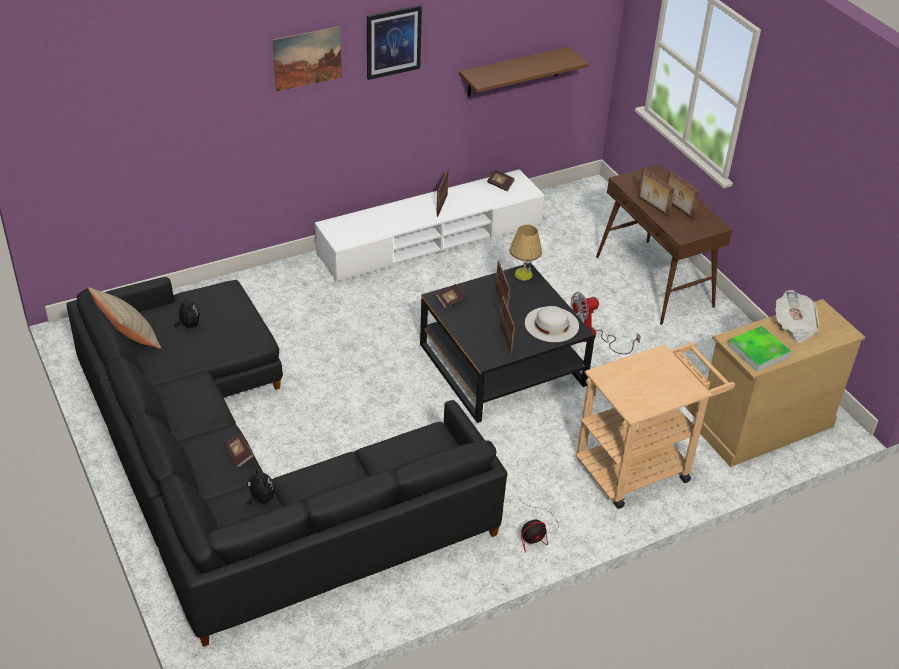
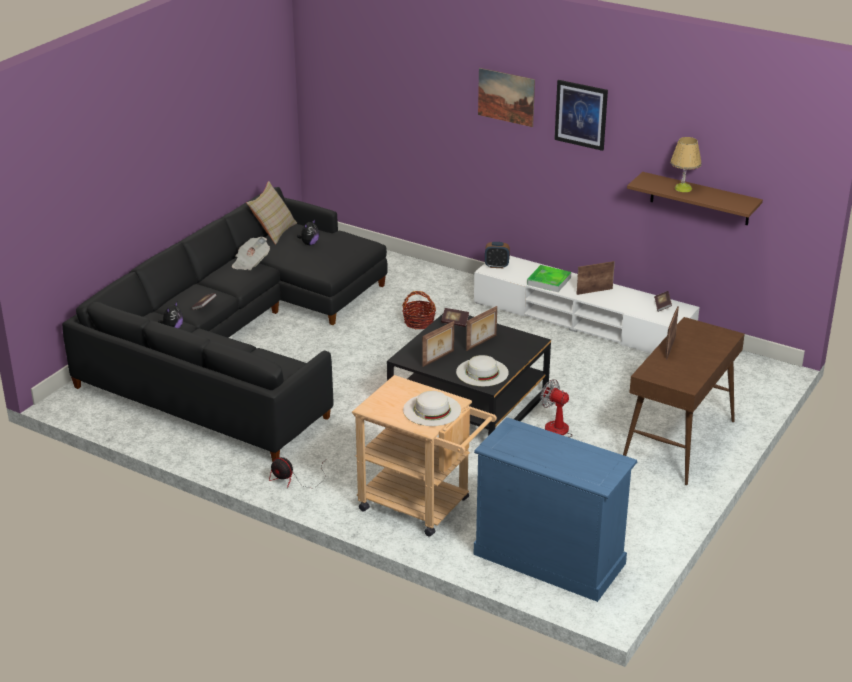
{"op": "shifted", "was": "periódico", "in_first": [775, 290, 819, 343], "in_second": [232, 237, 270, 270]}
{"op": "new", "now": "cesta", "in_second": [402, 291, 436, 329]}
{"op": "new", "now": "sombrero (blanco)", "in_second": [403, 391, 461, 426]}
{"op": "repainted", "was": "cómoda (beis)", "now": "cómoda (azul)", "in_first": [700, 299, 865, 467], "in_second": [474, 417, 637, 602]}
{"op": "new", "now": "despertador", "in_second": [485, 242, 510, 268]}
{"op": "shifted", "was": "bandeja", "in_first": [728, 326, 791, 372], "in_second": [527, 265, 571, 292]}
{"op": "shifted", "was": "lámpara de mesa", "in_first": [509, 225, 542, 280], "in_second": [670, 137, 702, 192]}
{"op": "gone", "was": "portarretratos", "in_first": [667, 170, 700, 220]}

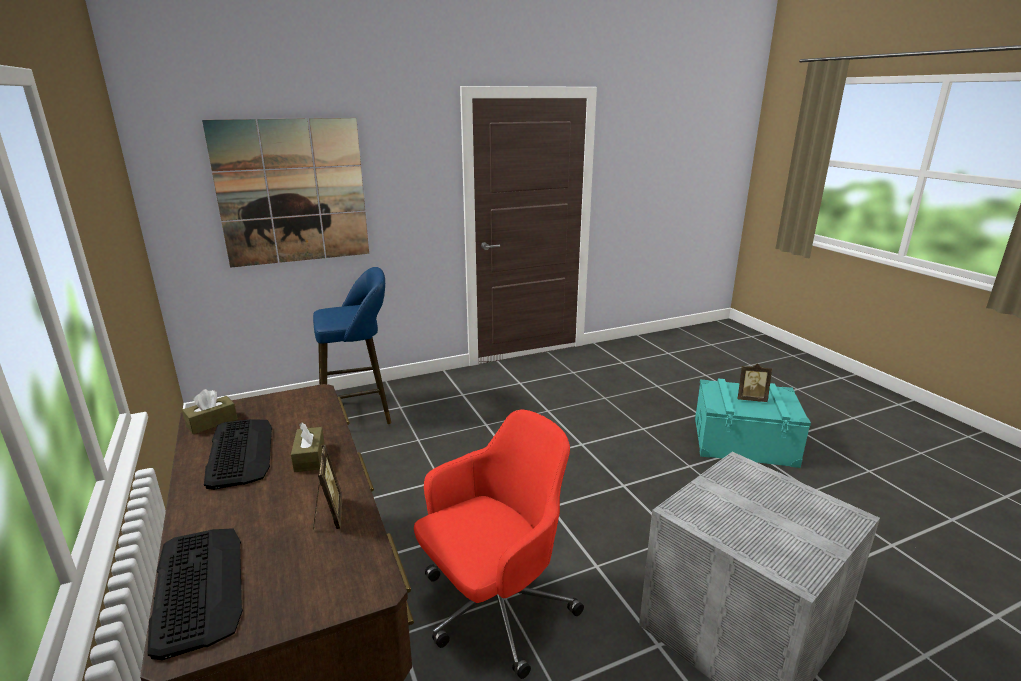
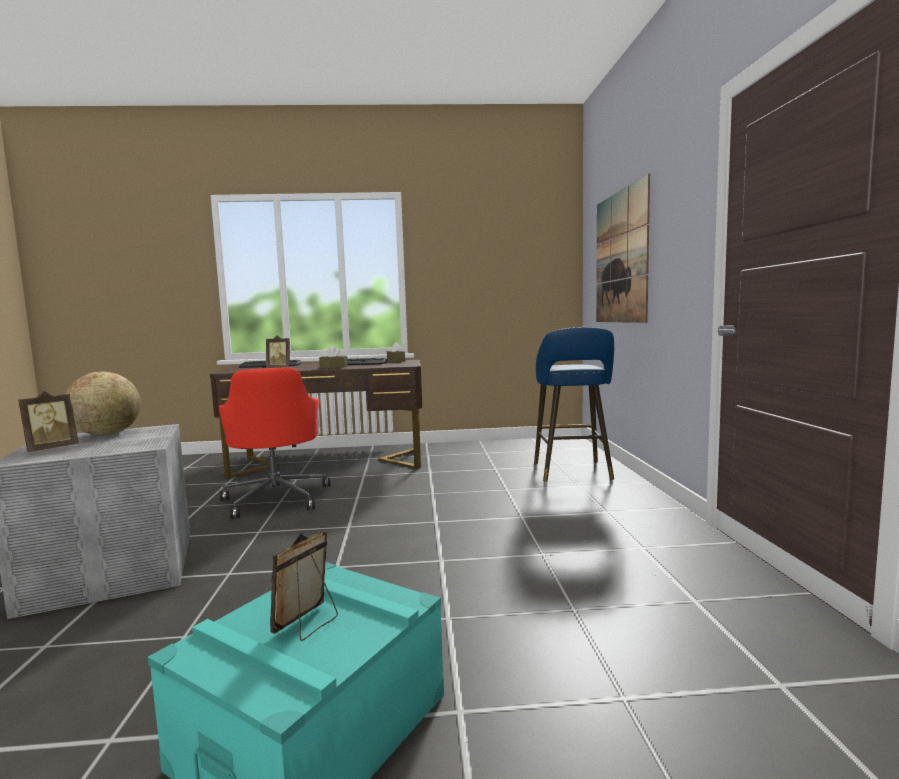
{"op": "new", "now": "portarretratos", "in_second": [18, 391, 78, 452]}
{"op": "new", "now": "globo terráqueo", "in_second": [66, 371, 141, 436]}

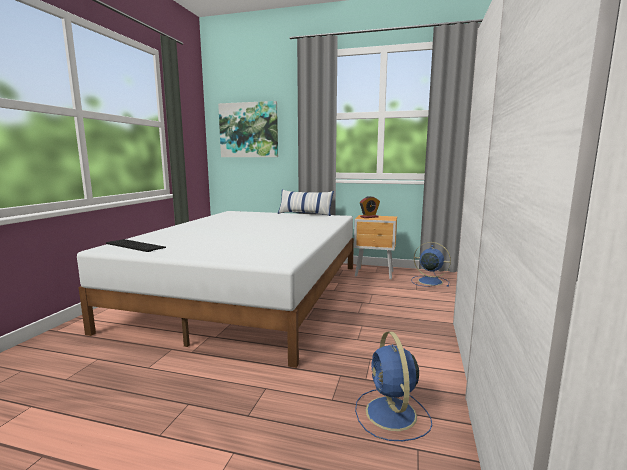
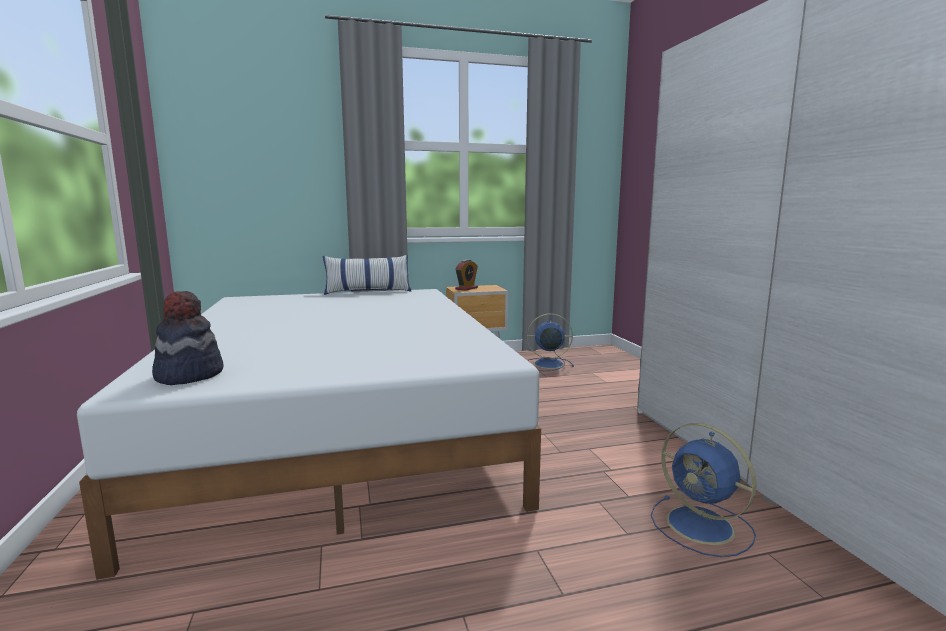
{"op": "swapped", "was": "teclado", "now": "sombrero", "in_first": [106, 239, 166, 252], "in_second": [152, 291, 224, 385]}
{"op": "gone", "was": "cuadro", "in_first": [218, 101, 278, 157]}

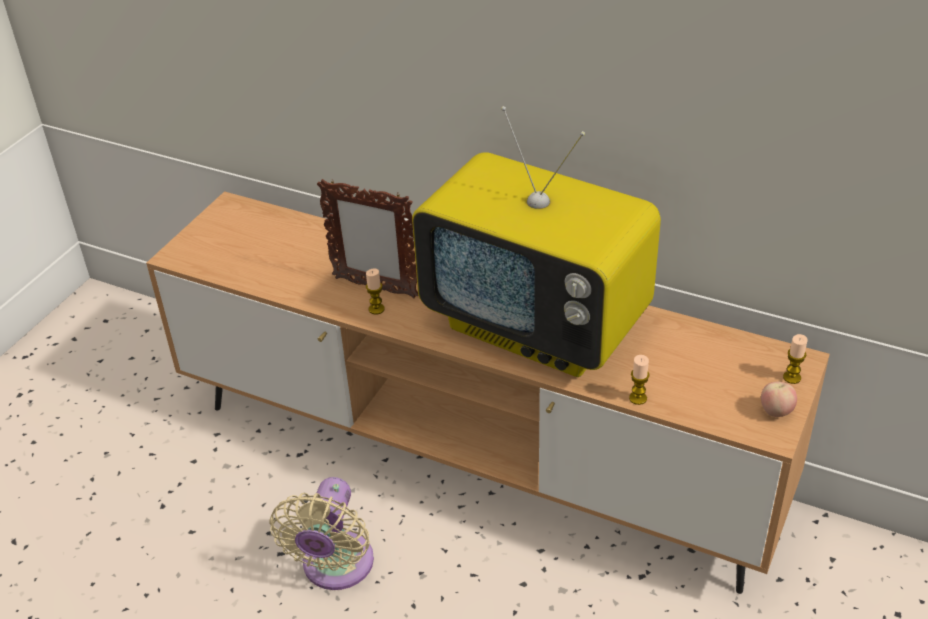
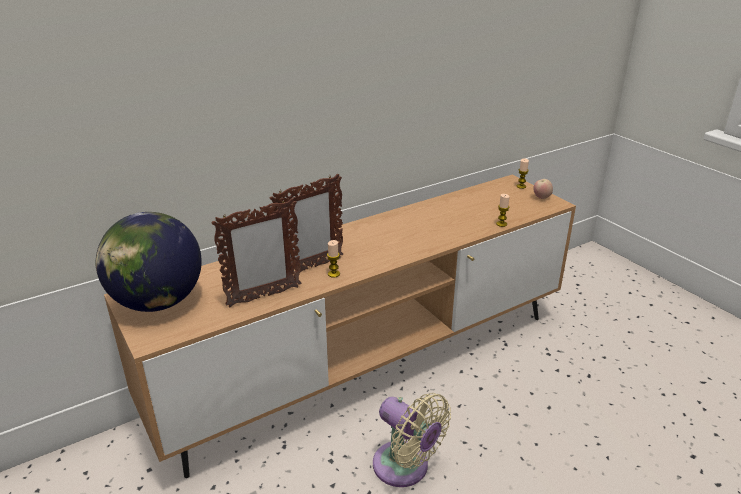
{"op": "new", "now": "globo terráqueo", "in_second": [95, 212, 202, 312]}
{"op": "new", "now": "portarretratos", "in_second": [211, 198, 302, 307]}
{"op": "gone", "was": "televisor", "in_first": [412, 106, 661, 377]}

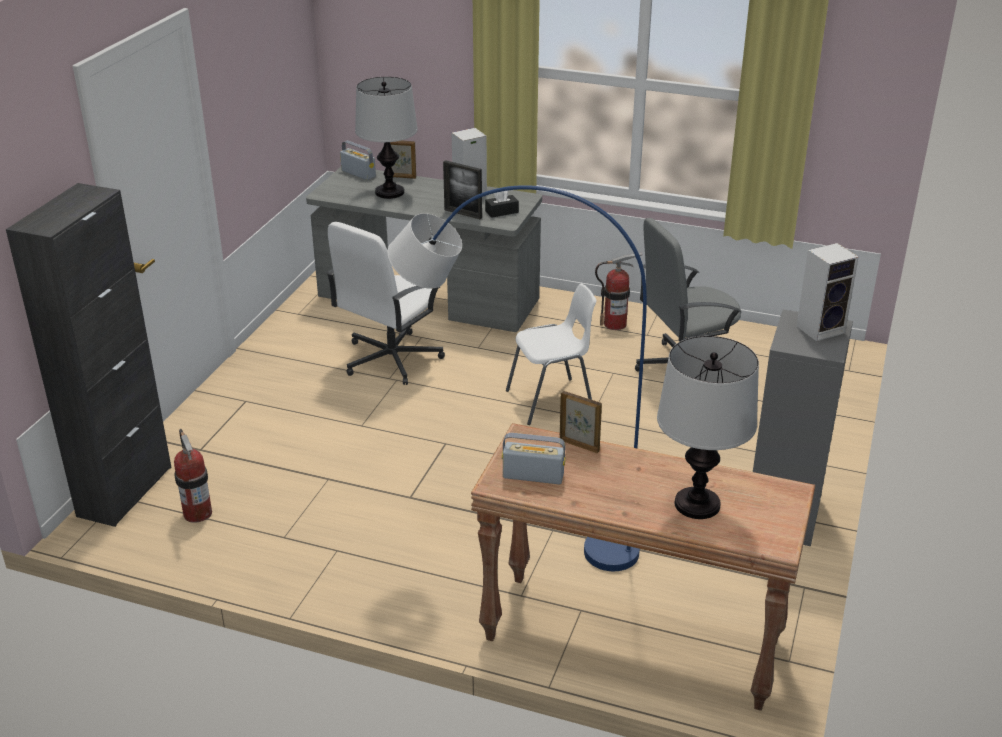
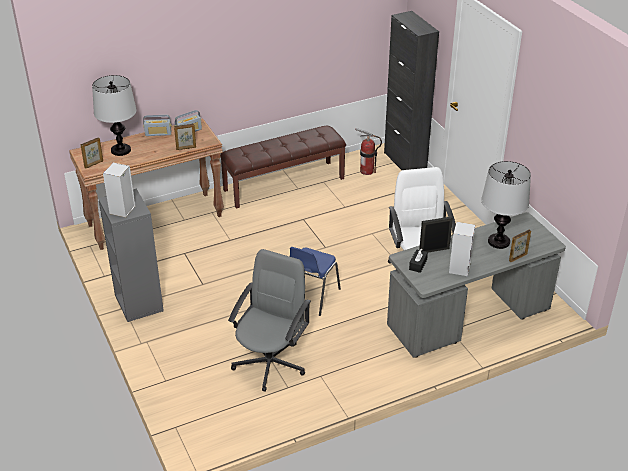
{"op": "new", "now": "portarretratos", "in_second": [81, 137, 103, 168]}
{"op": "shifted", "was": "radio", "in_first": [340, 141, 376, 180], "in_second": [143, 115, 171, 136]}
{"op": "new", "now": "banco (marrón)", "in_second": [220, 126, 346, 209]}
{"op": "repainted", "was": "silla (blanco)", "now": "silla (azul)", "in_first": [506, 284, 596, 425], "in_second": [290, 247, 341, 316]}
{"op": "gone", "was": "lámpara de pie (azul)", "in_first": [387, 185, 647, 571]}
{"op": "gone", "was": "extintor", "in_first": [595, 253, 642, 330]}

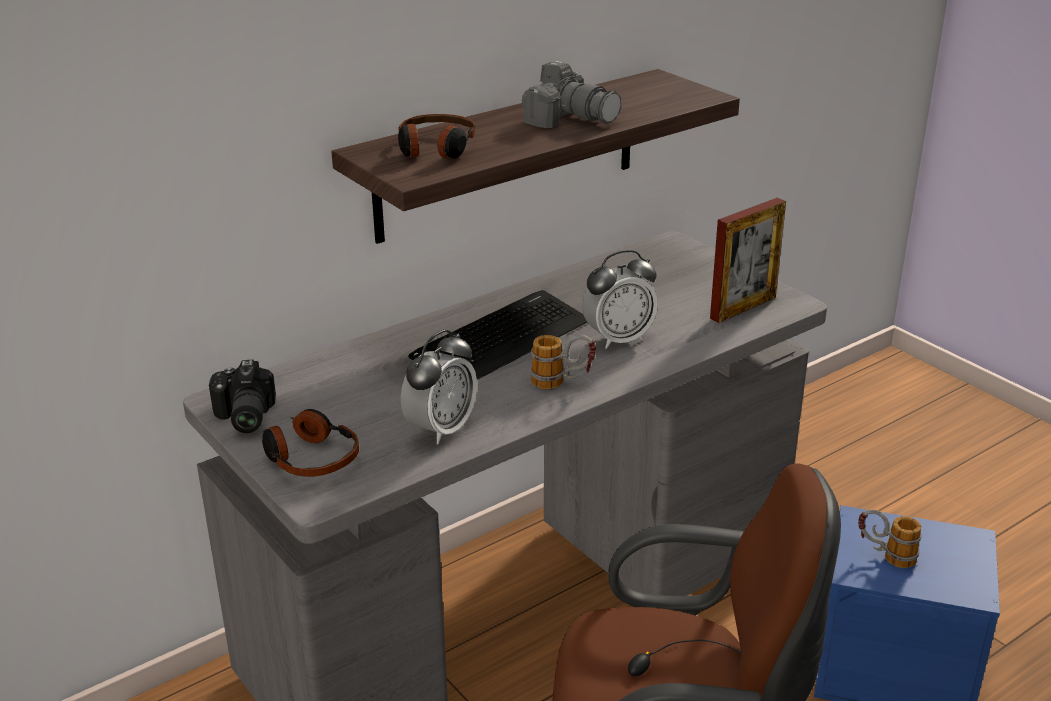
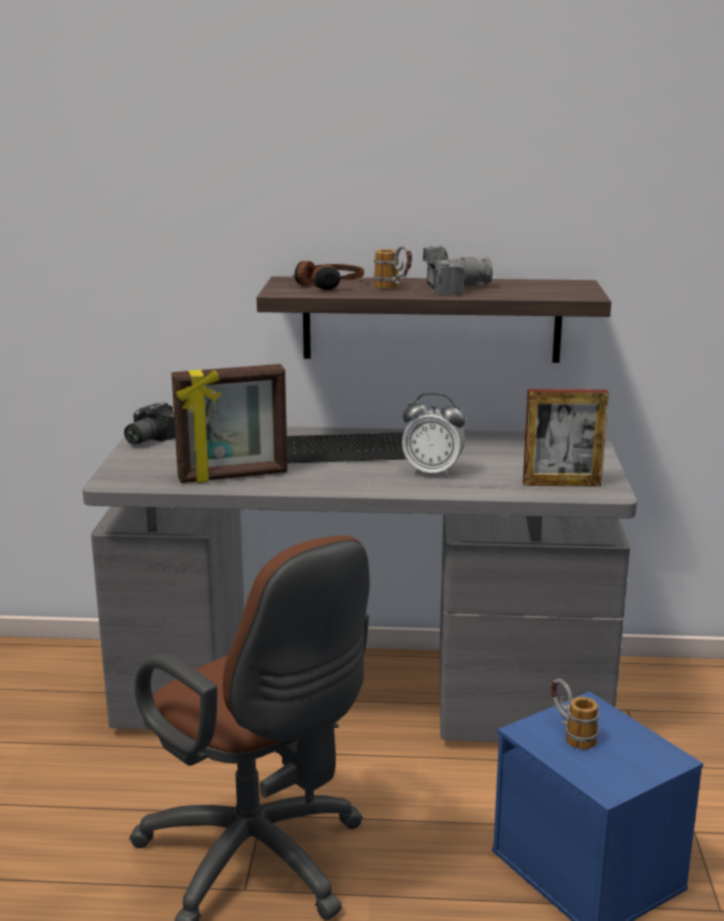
{"op": "swapped", "was": "despertador", "now": "portarretratos", "in_first": [401, 329, 477, 444], "in_second": [171, 364, 288, 483]}
{"op": "shifted", "was": "taza grande", "in_first": [530, 335, 596, 389], "in_second": [373, 245, 412, 289]}
{"op": "rotated", "was": "cámara", "in_first": [522, 61, 621, 128], "in_second": [423, 245, 493, 296], "clockwise": -90}
{"op": "gone", "was": "auriculares", "in_first": [262, 409, 359, 477]}

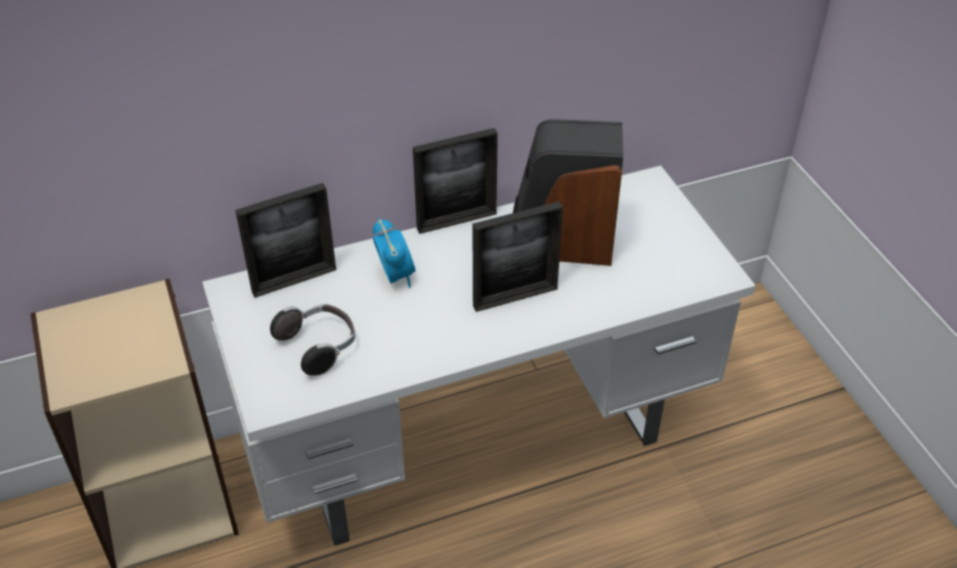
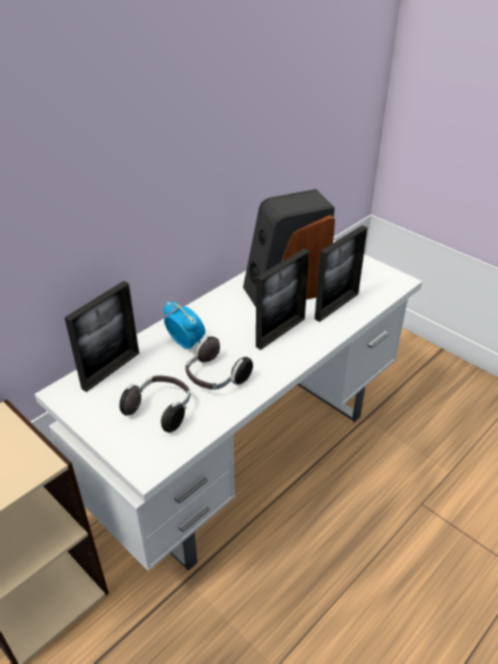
{"op": "new", "now": "auriculares", "in_second": [185, 336, 253, 390]}
{"op": "shifted", "was": "portarretratos", "in_first": [413, 128, 498, 234], "in_second": [315, 225, 368, 322]}

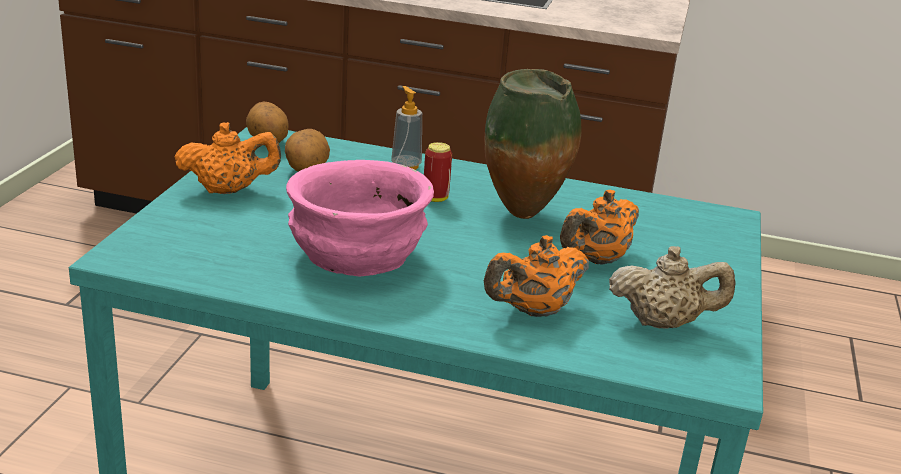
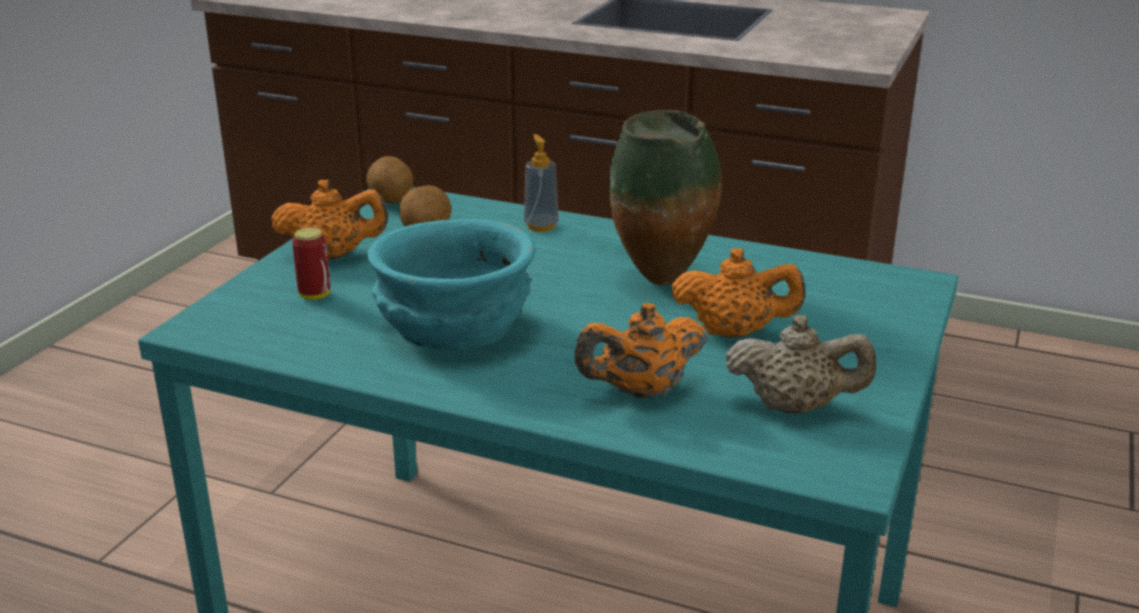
{"op": "shifted", "was": "lata", "in_first": [424, 142, 452, 202], "in_second": [292, 227, 331, 300]}
{"op": "repainted", "was": "cuenco (rosa)", "now": "cuenco (turquesa)", "in_first": [286, 160, 434, 277], "in_second": [367, 219, 535, 351]}
{"op": "rotated", "was": "tetera (naranja)", "in_first": [560, 190, 639, 265], "in_second": [672, 248, 805, 338], "clockwise": -135}

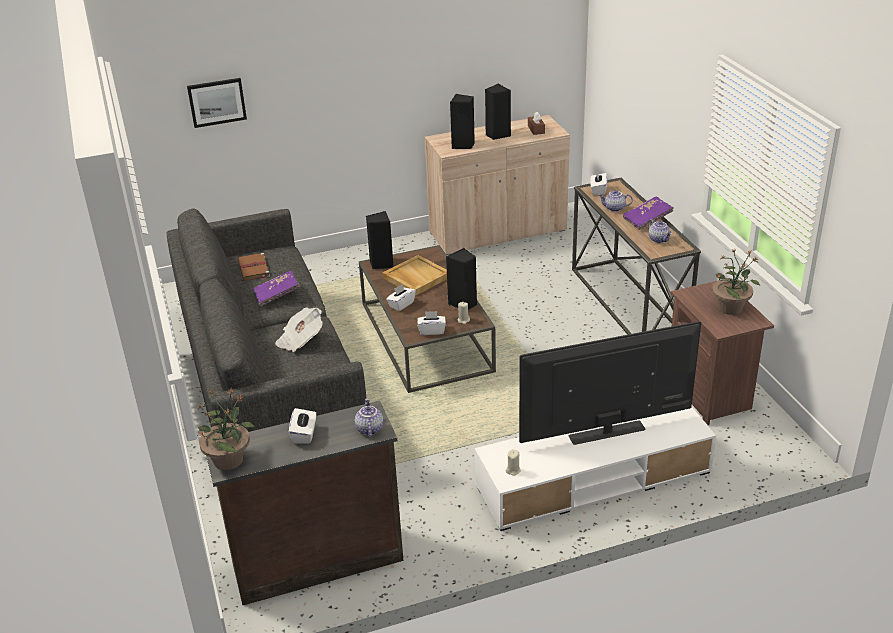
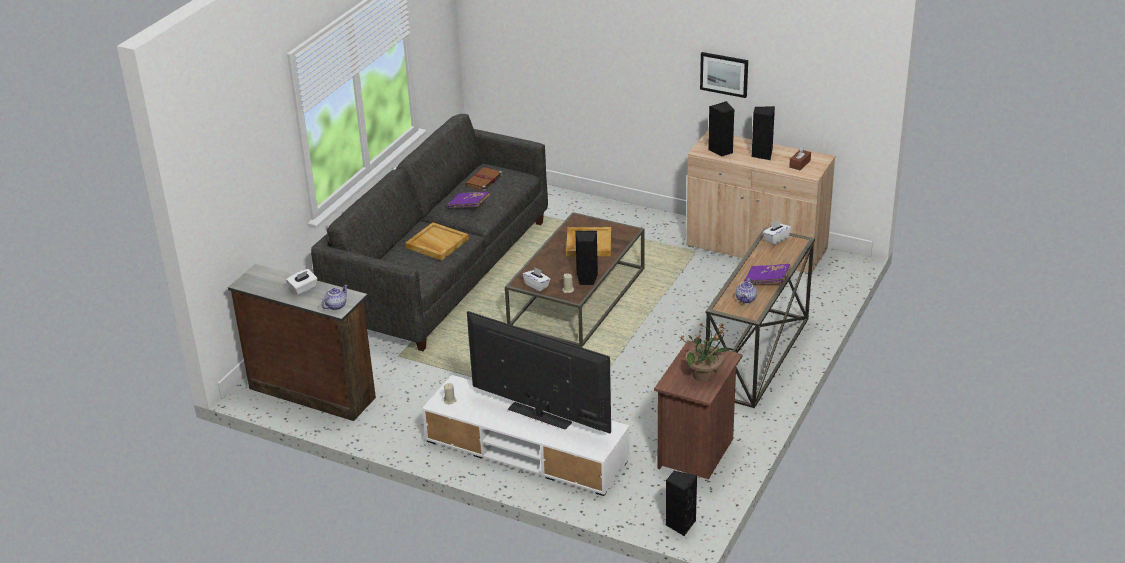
{"op": "swapped", "was": "periódico", "now": "bandeja (beis)", "in_first": [275, 308, 323, 352], "in_second": [405, 222, 469, 260]}
{"op": "shifted", "was": "altavoz (negro)", "in_first": [366, 211, 394, 269], "in_second": [666, 471, 697, 536]}
{"op": "shifted", "was": "cuadro", "in_first": [187, 78, 247, 128], "in_second": [700, 52, 748, 98]}
{"op": "gone", "was": "planta en maceta", "in_first": [197, 388, 255, 470]}
{"op": "gone", "was": "caja de pañuelos (blanco)", "in_first": [386, 284, 416, 311]}
{"op": "gone", "was": "tetera", "in_first": [598, 190, 633, 212]}

